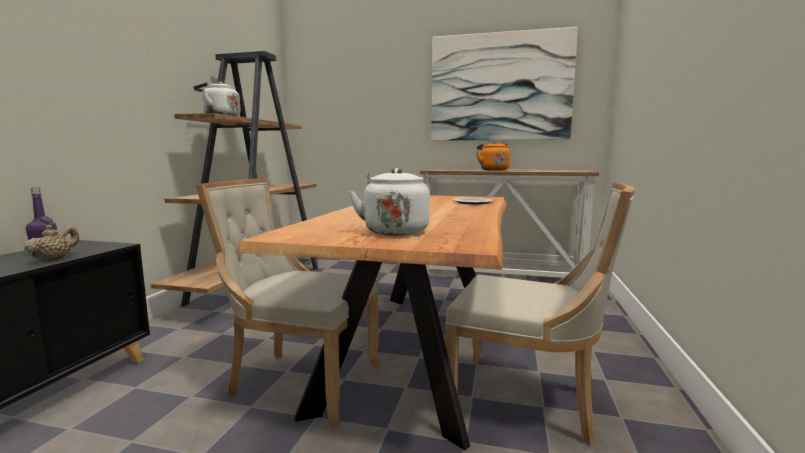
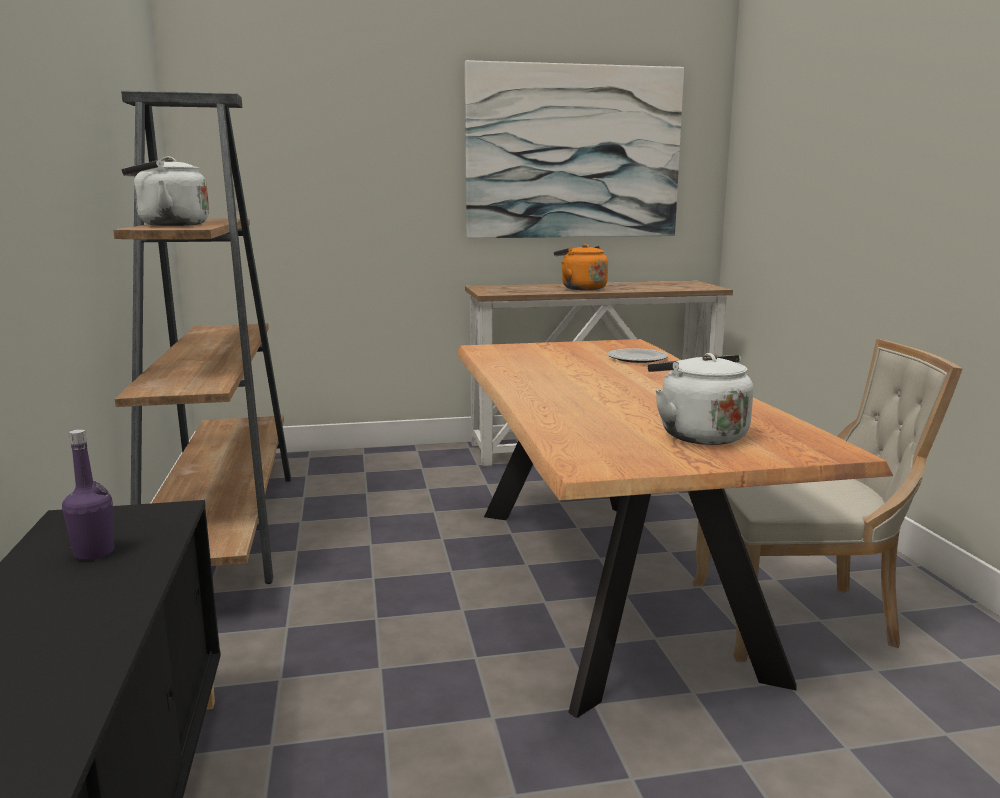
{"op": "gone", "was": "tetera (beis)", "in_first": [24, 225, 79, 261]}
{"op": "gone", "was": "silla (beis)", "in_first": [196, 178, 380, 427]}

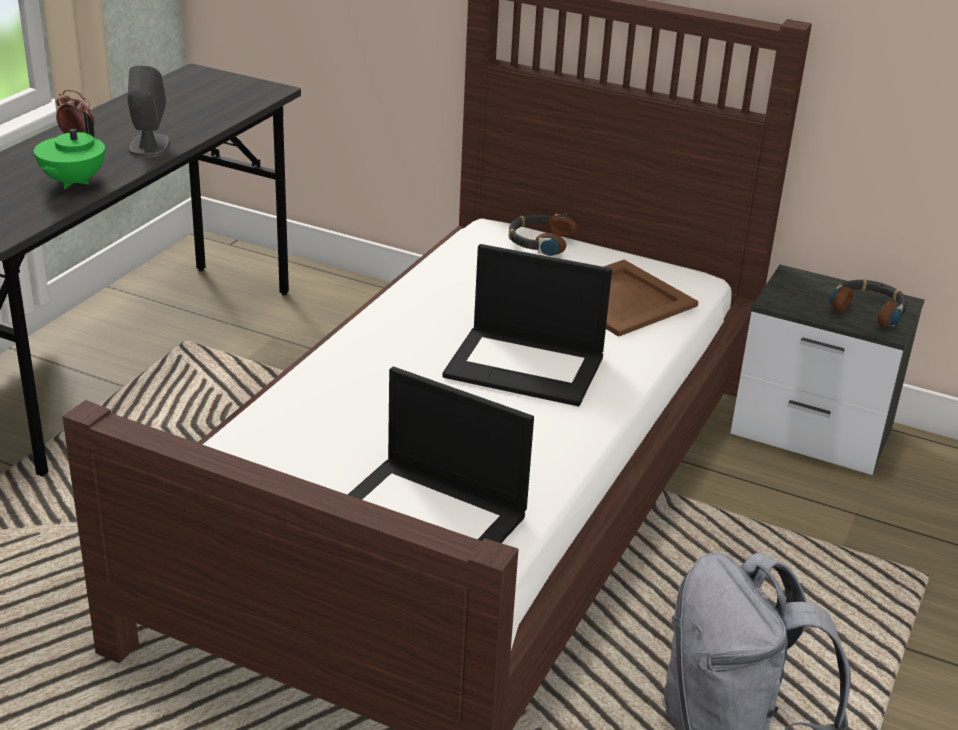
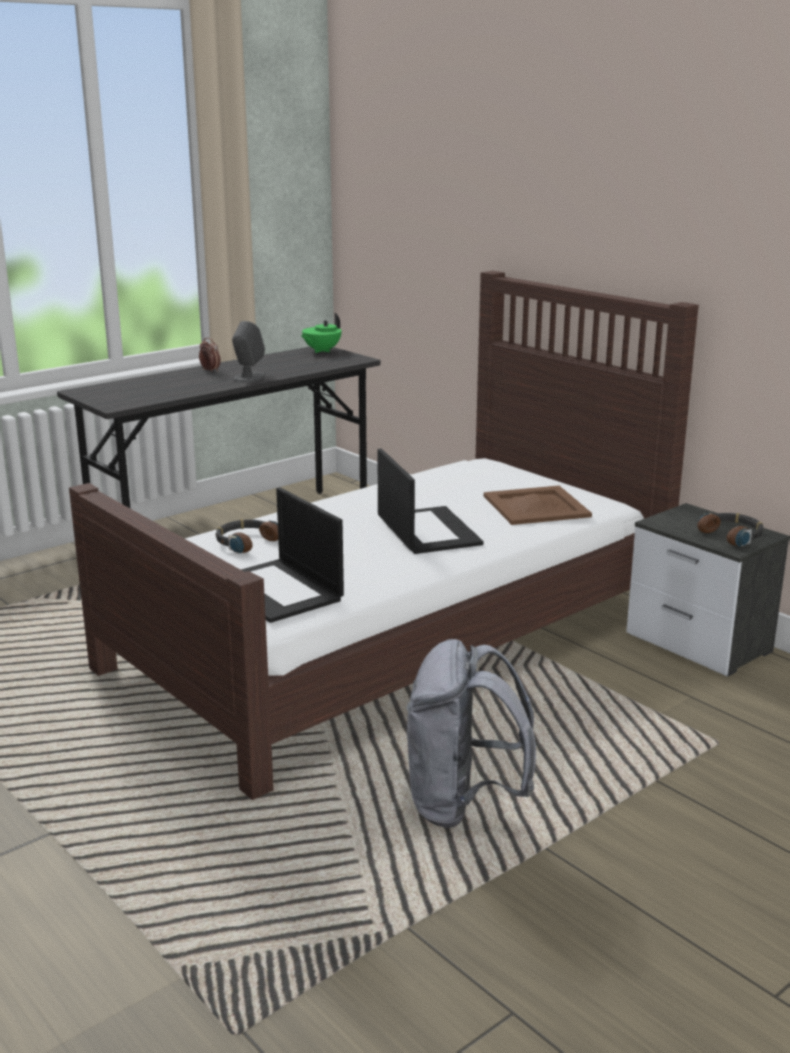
{"op": "shifted", "was": "auriculares", "in_first": [509, 213, 577, 256], "in_second": [216, 519, 278, 554]}
{"op": "shifted", "was": "tetera (verde)", "in_first": [34, 113, 105, 189], "in_second": [301, 313, 342, 353]}
{"op": "rotated", "was": "portátil", "in_first": [443, 244, 612, 406], "in_second": [377, 448, 483, 554], "clockwise": -150}

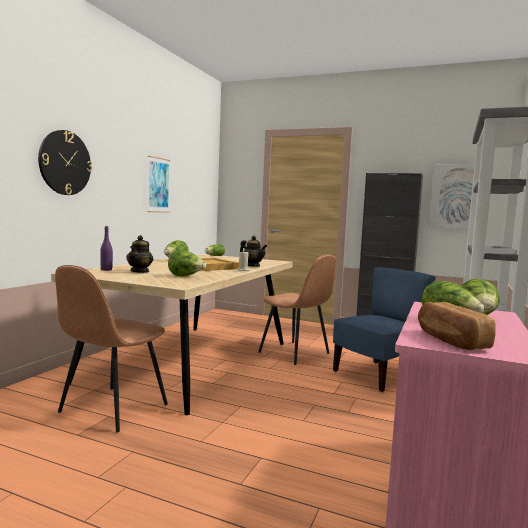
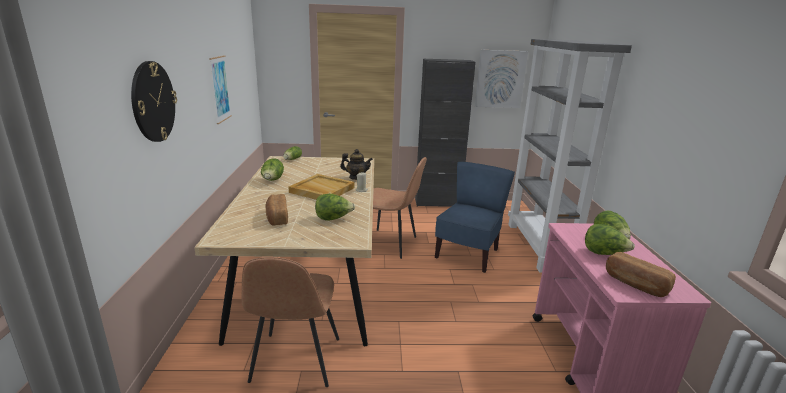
{"op": "swapped", "was": "tetera", "now": "pan", "in_first": [126, 235, 154, 273], "in_second": [265, 194, 288, 226]}
{"op": "gone", "was": "botella (morado)", "in_first": [100, 226, 113, 271]}

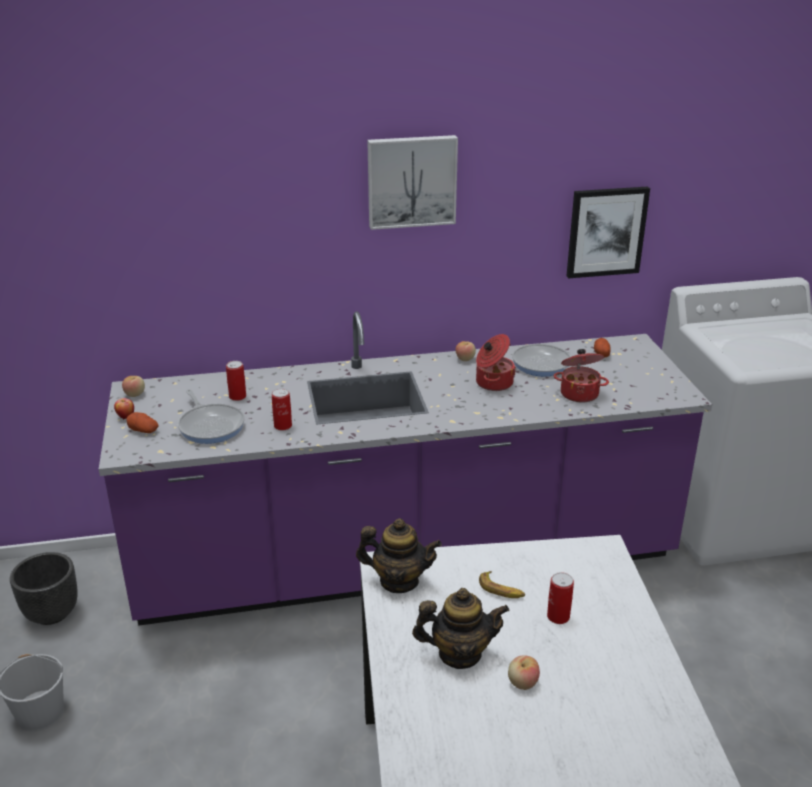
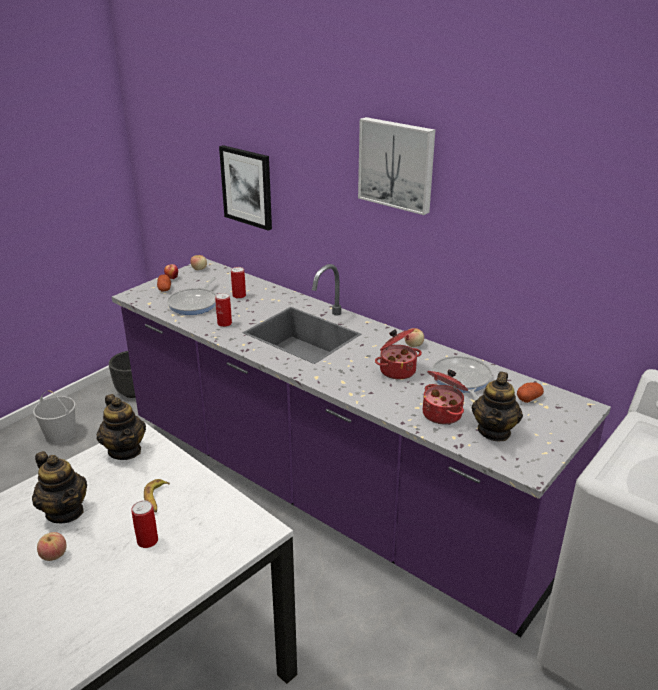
{"op": "shifted", "was": "cuadro", "in_first": [566, 187, 650, 278], "in_second": [219, 145, 272, 231]}
{"op": "new", "now": "tetera", "in_second": [472, 372, 523, 442]}

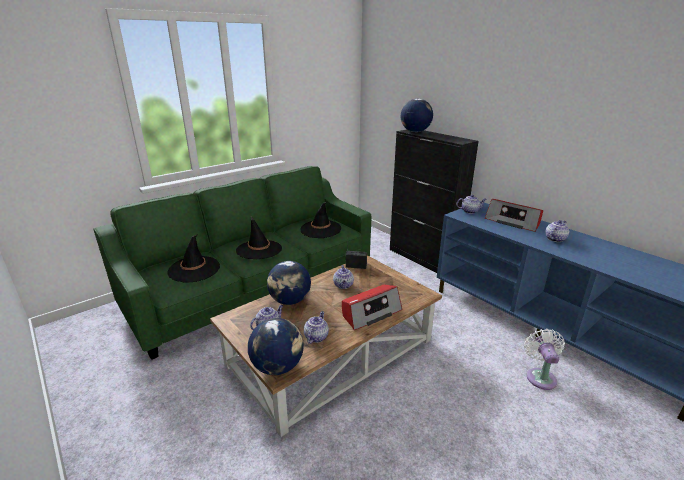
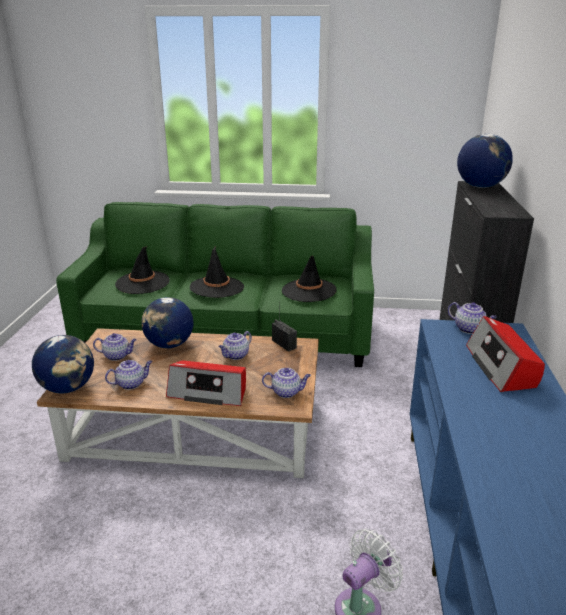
{"op": "shifted", "was": "tetera", "in_first": [545, 220, 569, 242], "in_second": [262, 368, 311, 398]}

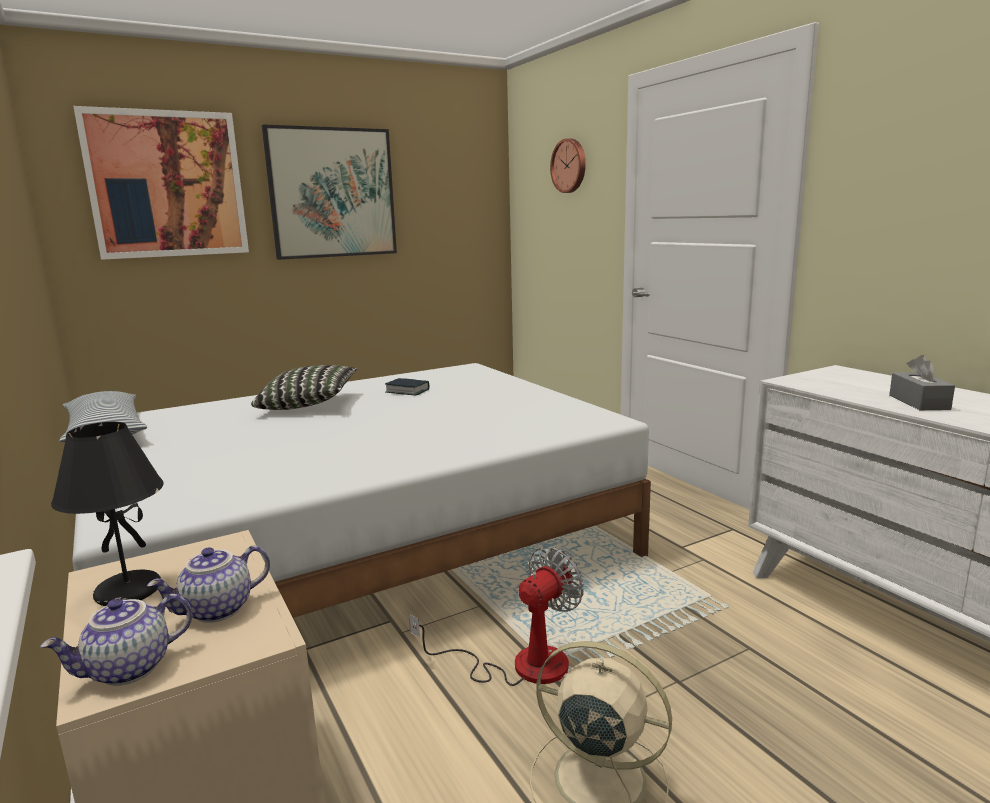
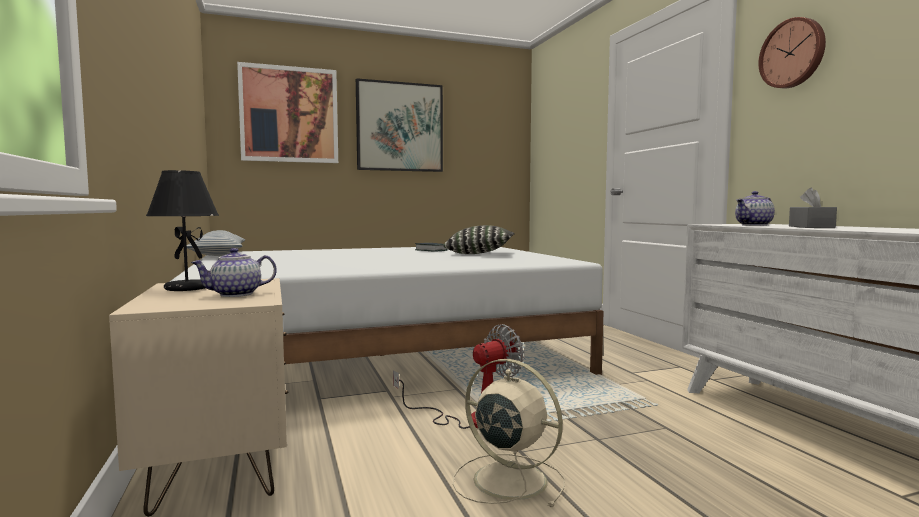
{"op": "shifted", "was": "cojín", "in_first": [251, 365, 357, 410], "in_second": [444, 225, 515, 254]}
{"op": "shifted", "was": "tetera", "in_first": [40, 594, 192, 686], "in_second": [735, 191, 775, 226]}
{"op": "shifted", "was": "reloj de pared", "in_first": [550, 138, 586, 193], "in_second": [758, 17, 826, 89]}

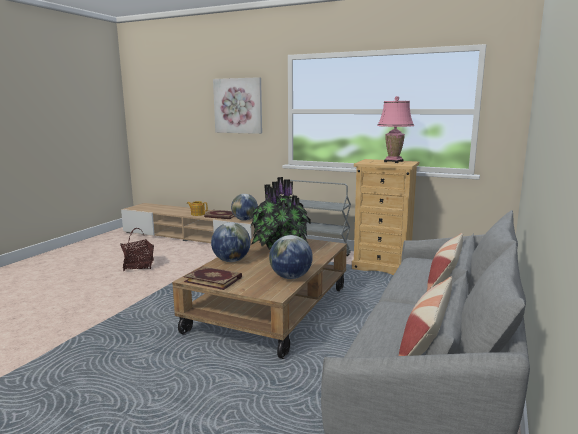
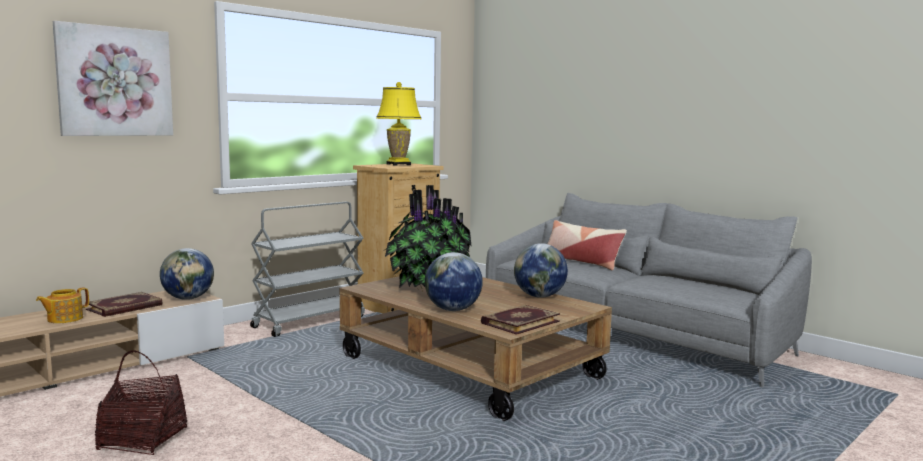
{"op": "repainted", "was": "lámpara de mesa (rosa)", "now": "lámpara de mesa (amarillo)", "in_first": [377, 96, 414, 163], "in_second": [376, 82, 422, 166]}
{"op": "gone", "was": "cojín", "in_first": [399, 276, 452, 356]}

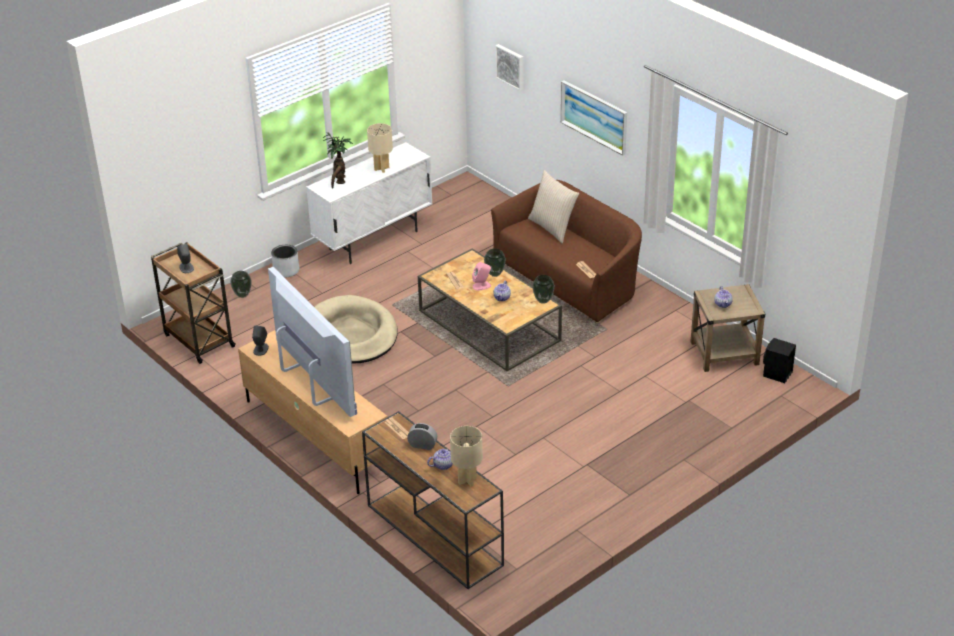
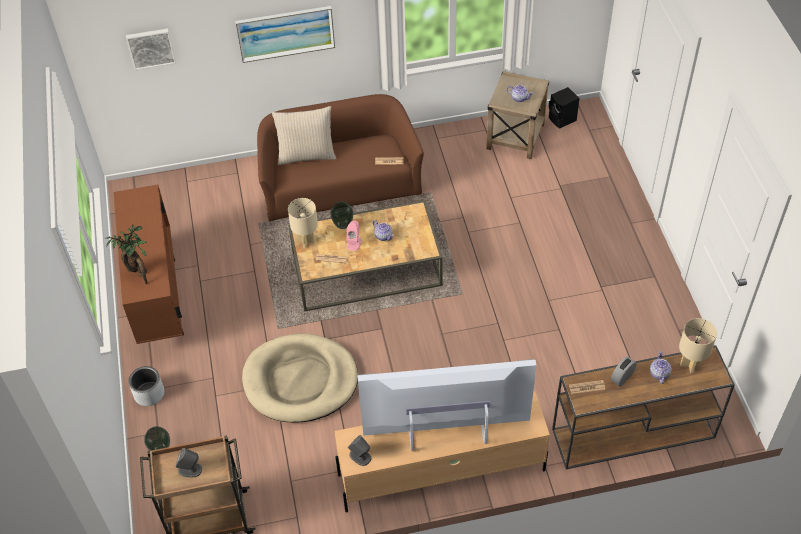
{"op": "repainted", "was": "armario (blanco)", "now": "armario (marrón)", "in_first": [306, 142, 432, 264], "in_second": [113, 185, 184, 344]}
{"op": "shifted", "was": "lámpara de mesa (beis)", "in_first": [367, 123, 393, 173], "in_second": [288, 198, 318, 248]}
{"op": "gone", "was": "florero", "in_first": [532, 275, 555, 304]}

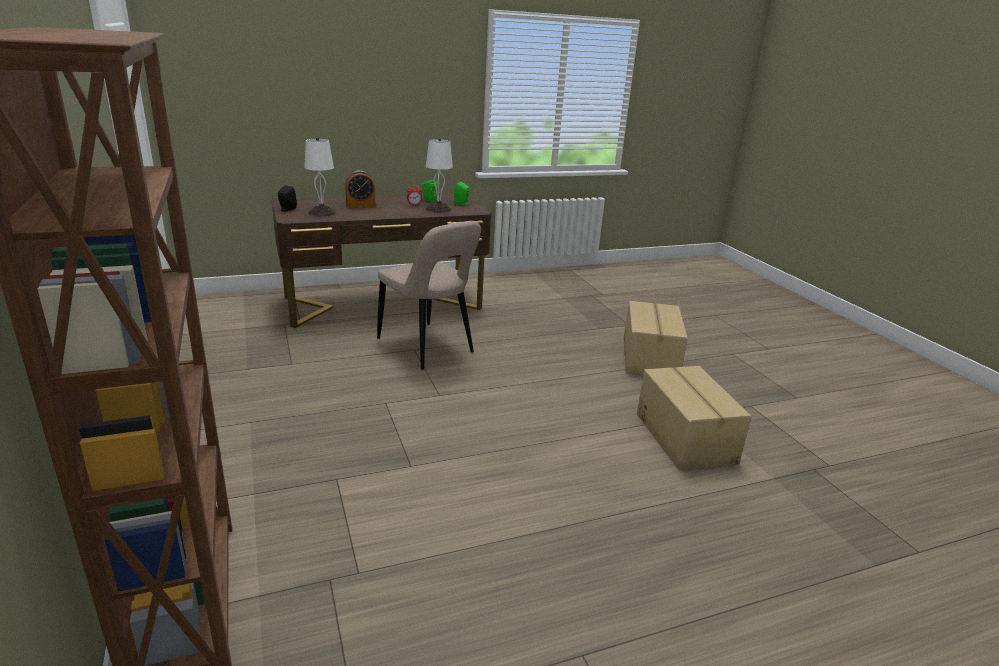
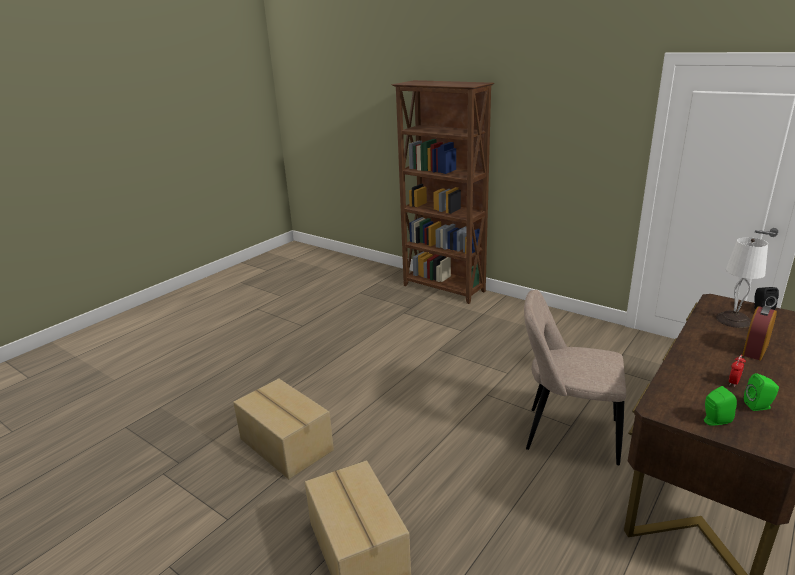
{"op": "gone", "was": "lámpara de mesa (blanco)", "in_first": [426, 138, 453, 213]}

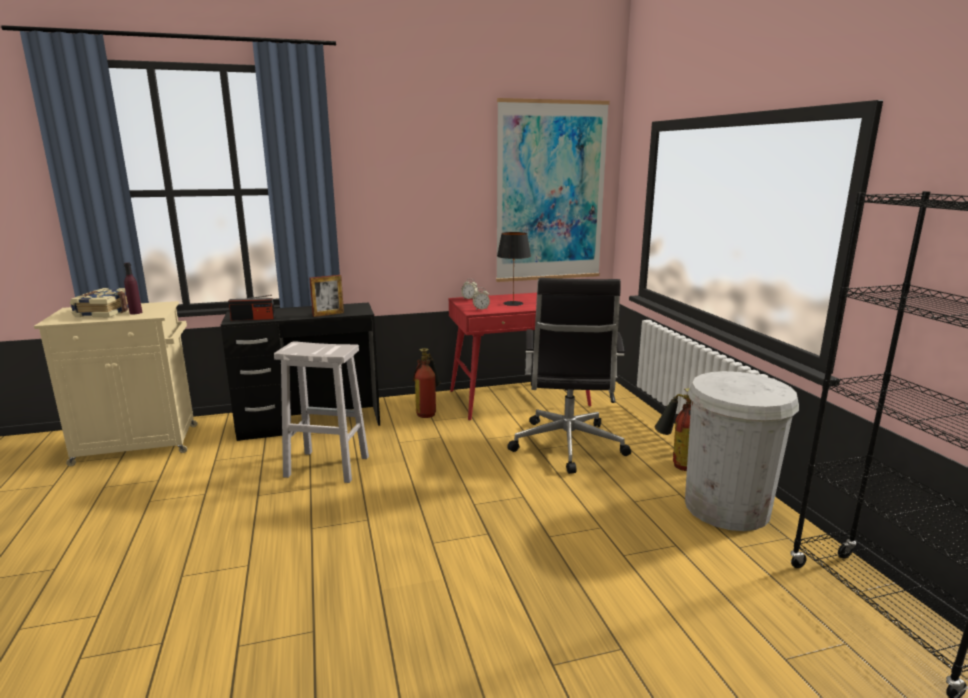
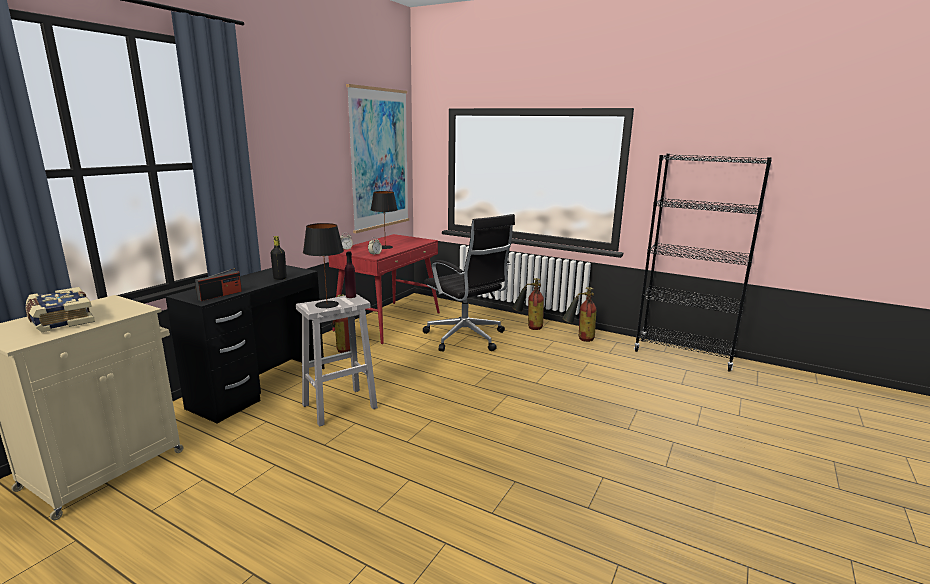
{"op": "swapped", "was": "portarretratos", "now": "botella (negro)", "in_first": [309, 275, 344, 317], "in_second": [270, 236, 287, 280]}
{"op": "new", "now": "lámpara de mesa (negro)", "in_second": [303, 223, 344, 308]}
{"op": "shifted", "was": "botella (morado)", "in_first": [124, 263, 142, 314], "in_second": [345, 252, 356, 298]}
{"op": "swapped", "was": "papelera (blanco)", "now": "extintor", "in_first": [685, 371, 799, 531], "in_second": [562, 287, 596, 342]}

